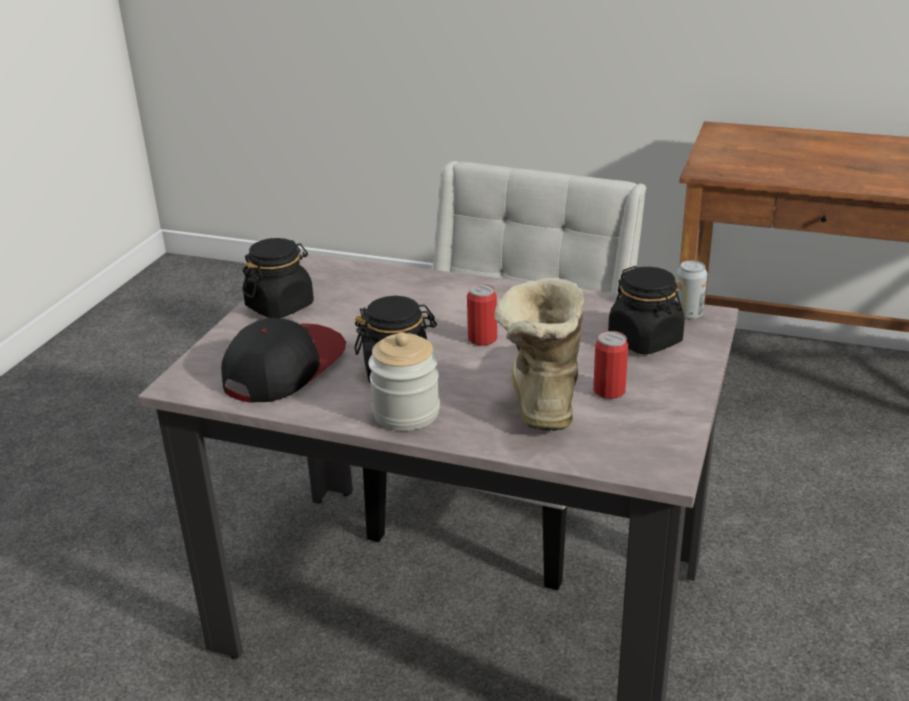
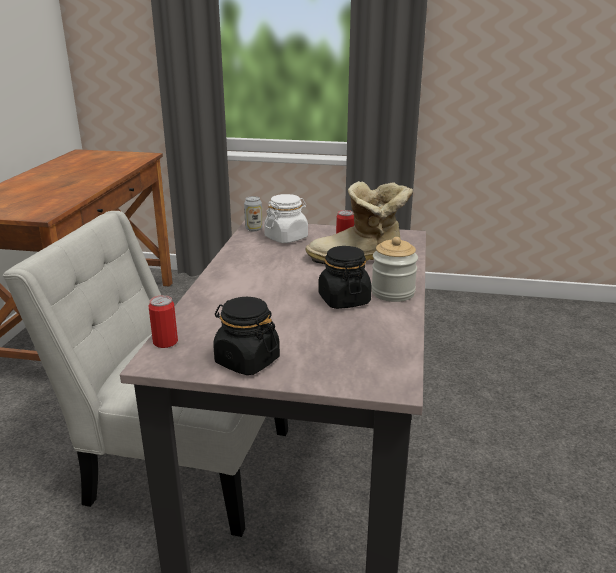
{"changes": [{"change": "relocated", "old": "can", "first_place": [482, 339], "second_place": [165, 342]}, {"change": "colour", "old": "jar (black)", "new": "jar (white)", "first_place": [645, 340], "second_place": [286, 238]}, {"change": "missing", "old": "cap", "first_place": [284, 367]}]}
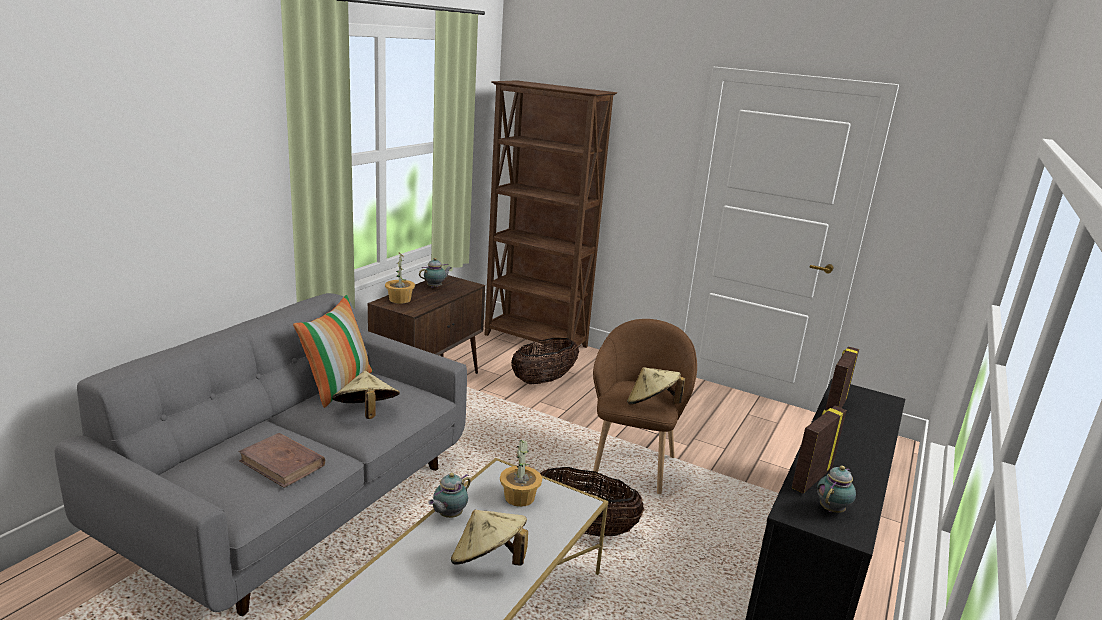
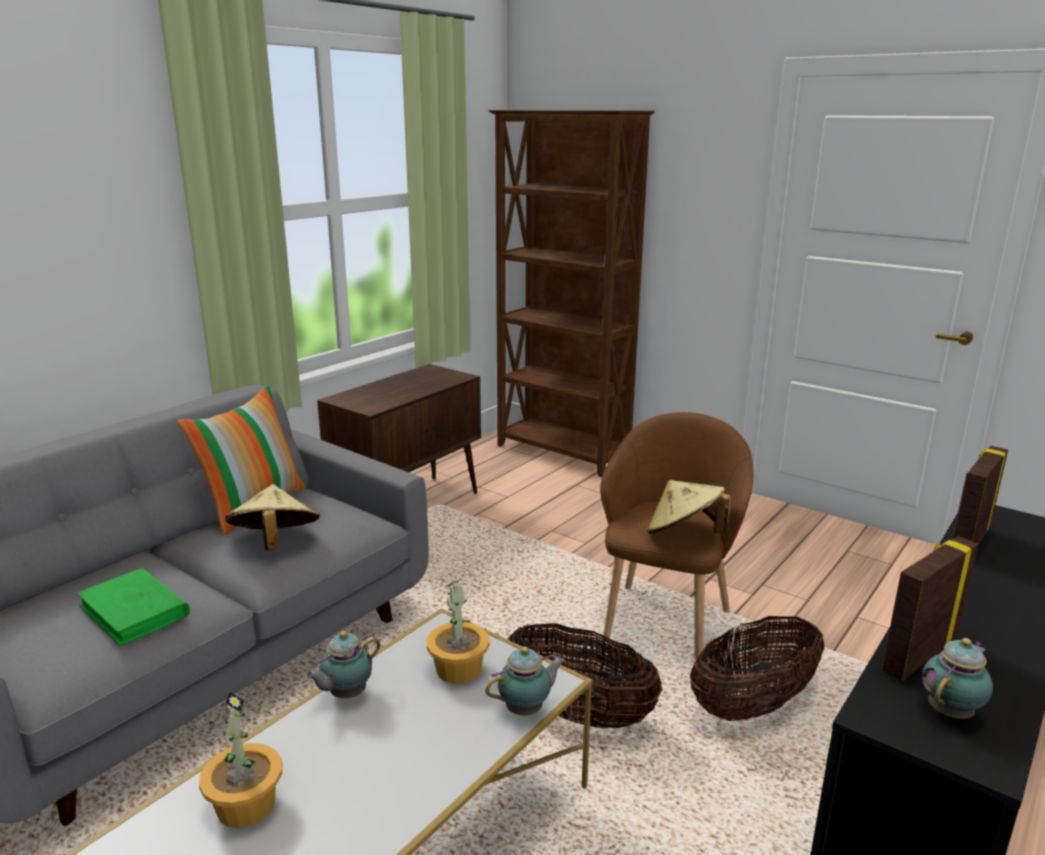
{"changes": [{"change": "colour", "old": "book (brown)", "new": "book (green)", "first_place": [282, 463], "second_place": [134, 611]}, {"change": "relocated", "old": "potted plant", "first_place": [399, 299], "second_place": [245, 805]}, {"change": "relocated", "old": "teapot", "first_place": [435, 287], "second_place": [527, 709]}, {"change": "relocated", "old": "basket", "first_place": [543, 380], "second_place": [752, 705]}, {"change": "missing", "old": "hat (beige)", "first_place": [488, 561]}]}
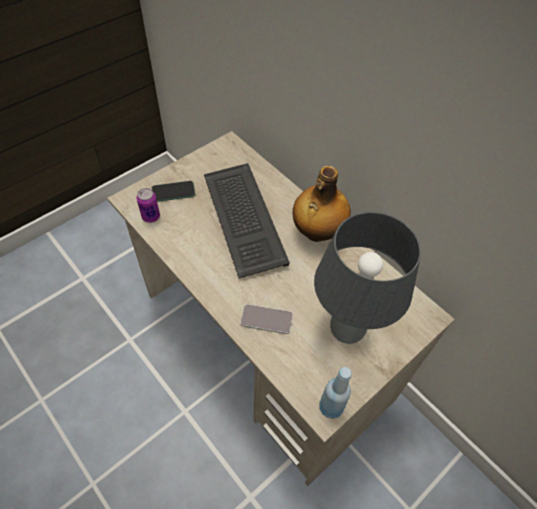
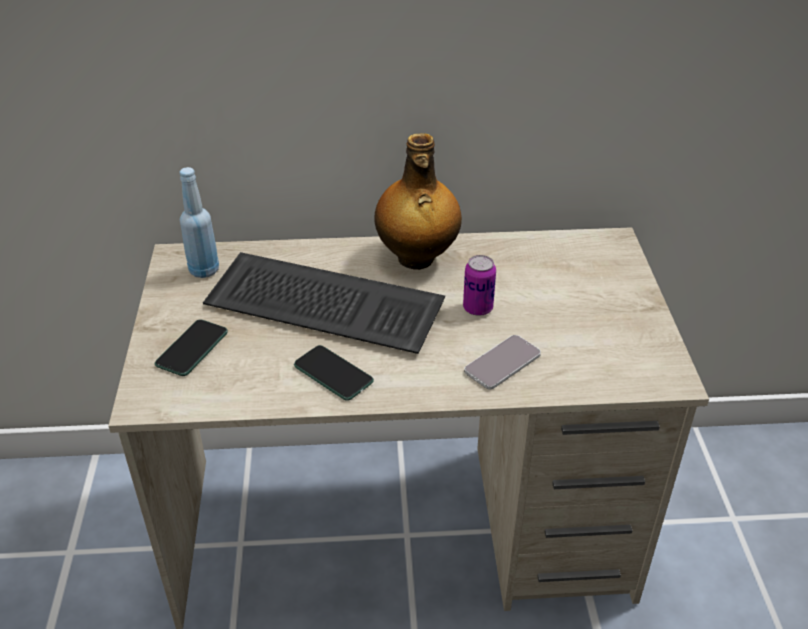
{"changes": [{"change": "relocated", "old": "bottle (blue)", "first_place": [331, 407], "second_place": [204, 270]}, {"change": "appeared", "new": "phone", "second_place": [333, 374]}, {"change": "relocated", "old": "can", "first_place": [151, 217], "second_place": [478, 308]}, {"change": "missing", "old": "table lamp (grey)", "first_place": [348, 330]}]}
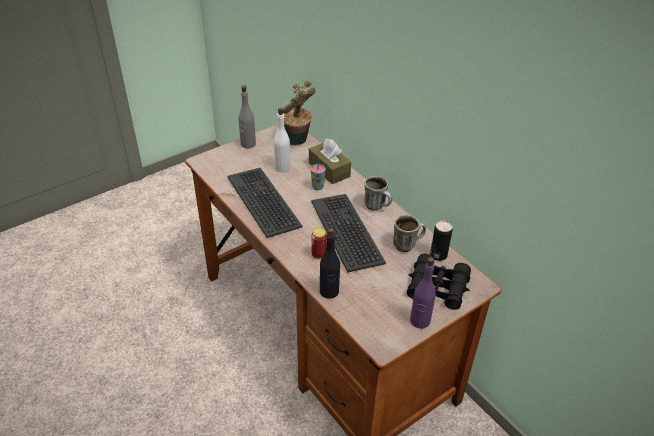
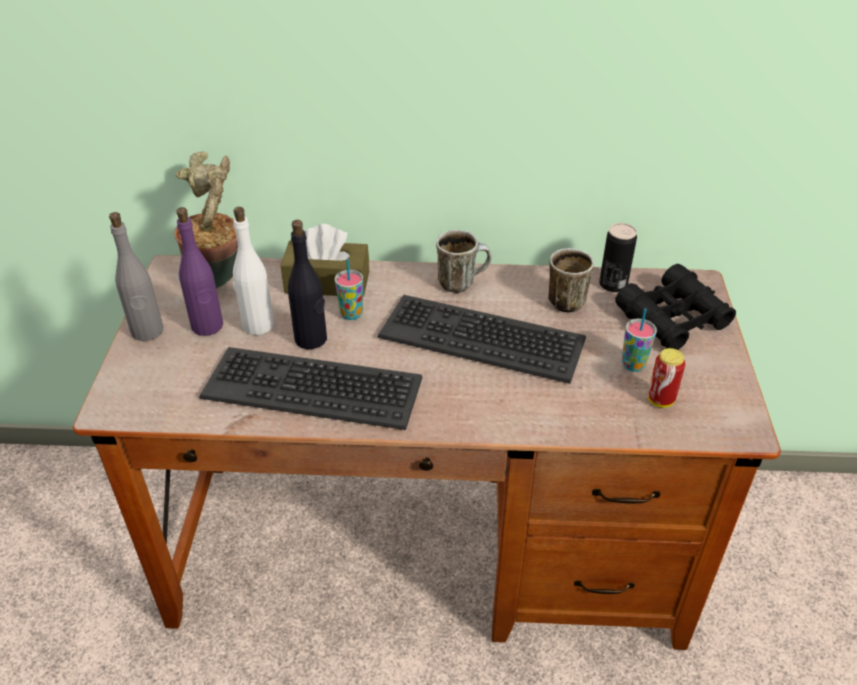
{"changes": [{"change": "relocated", "old": "bottle (purple)", "first_place": [420, 321], "second_place": [207, 326]}, {"change": "relocated", "old": "bottle (black)", "first_place": [329, 291], "second_place": [311, 339]}, {"change": "appeared", "new": "cup", "second_place": [633, 364]}, {"change": "relocated", "old": "can", "first_place": [318, 255], "second_place": [660, 400]}]}
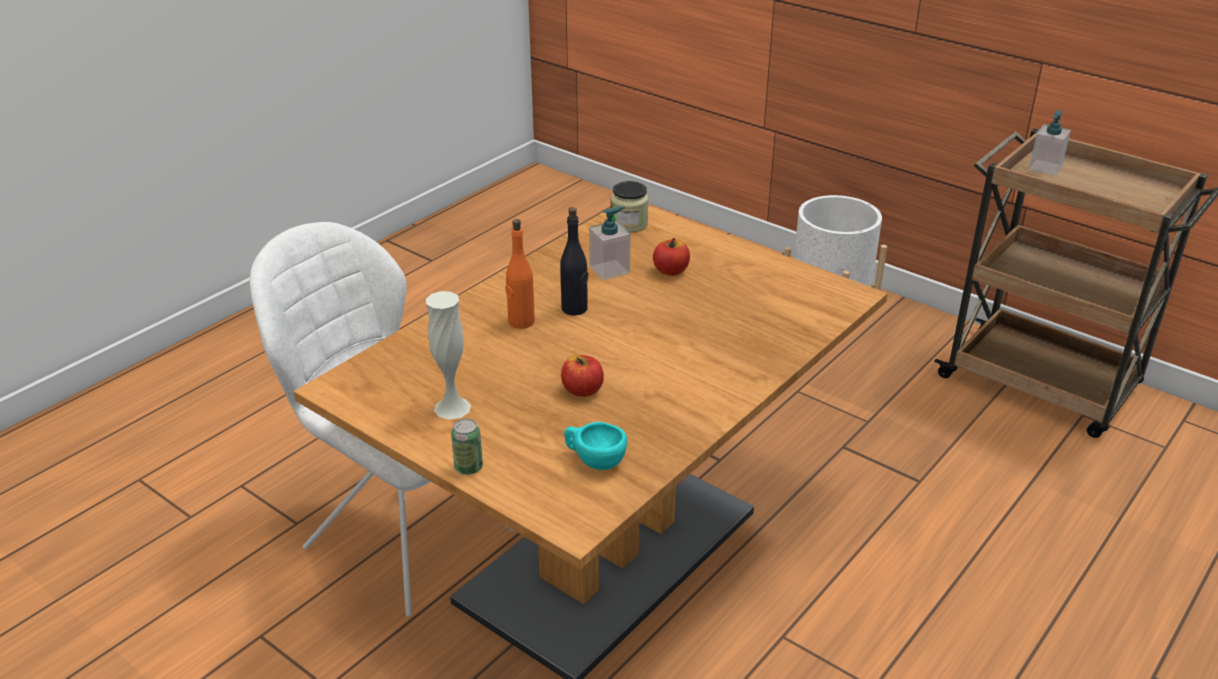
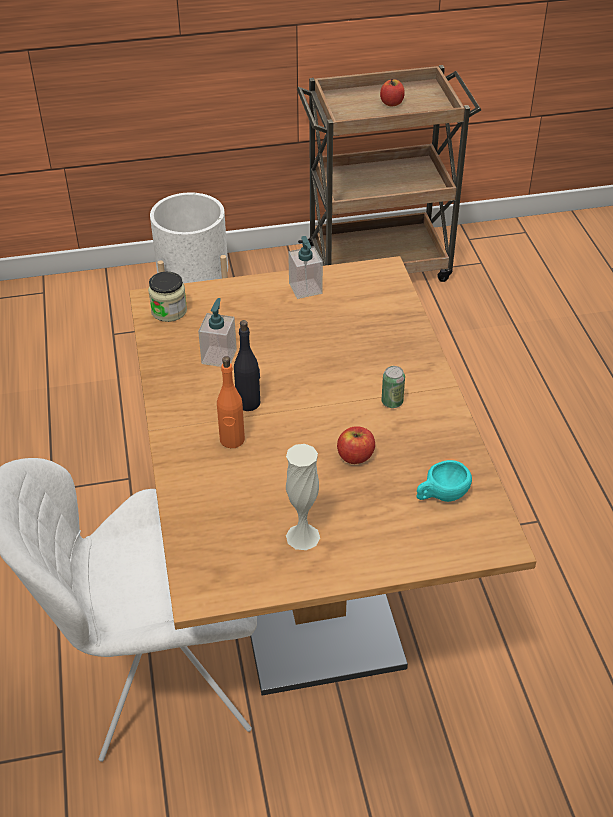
{"changes": [{"change": "relocated", "old": "soap dispenser", "first_place": [1045, 167], "second_place": [305, 288]}, {"change": "relocated", "old": "apple", "first_place": [671, 271], "second_place": [391, 103]}, {"change": "relocated", "old": "can", "first_place": [468, 467], "second_place": [392, 402]}]}
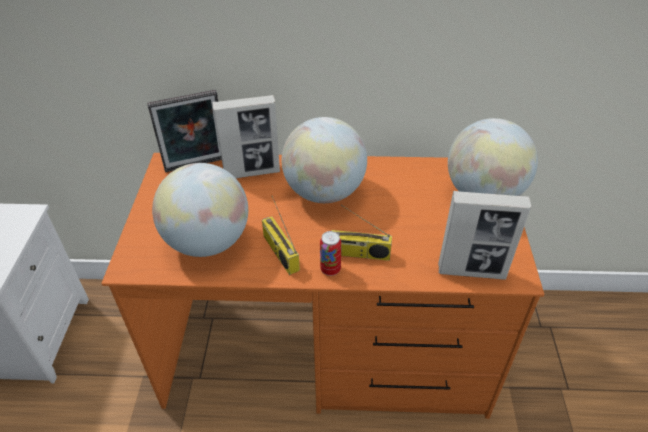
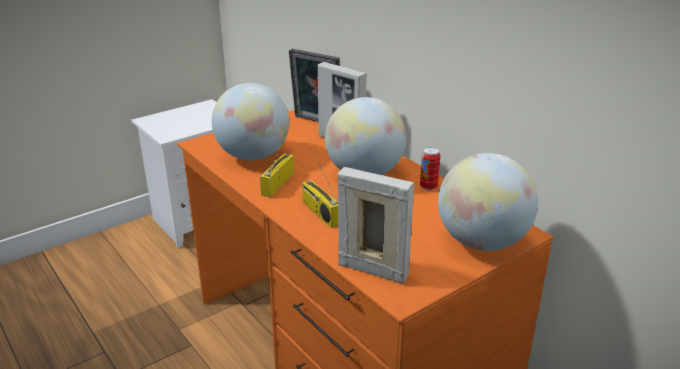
{"changes": [{"change": "spun", "old": "picture frame", "first_place": [472, 271], "second_place": [372, 270], "degrees": 150}, {"change": "relocated", "old": "can", "first_place": [330, 269], "second_place": [428, 187]}]}
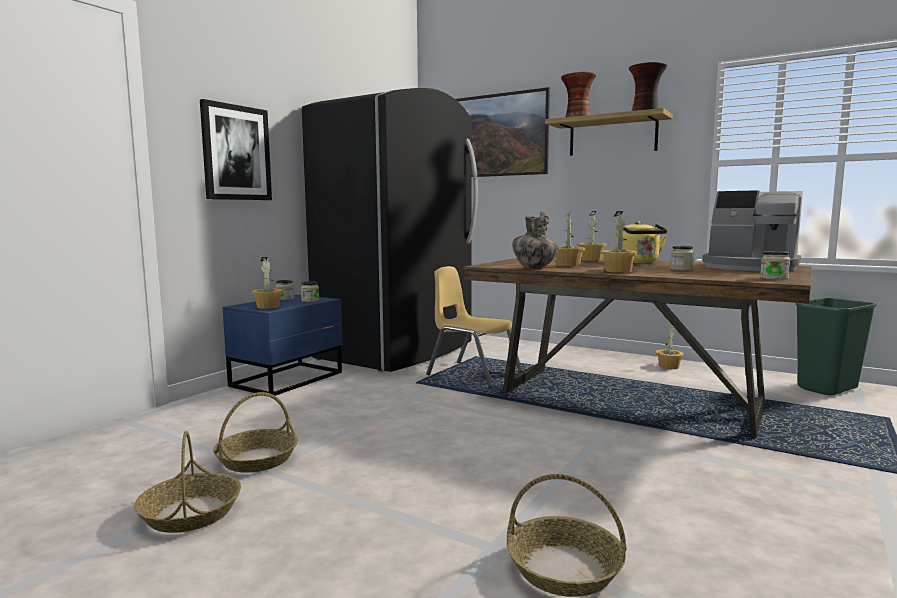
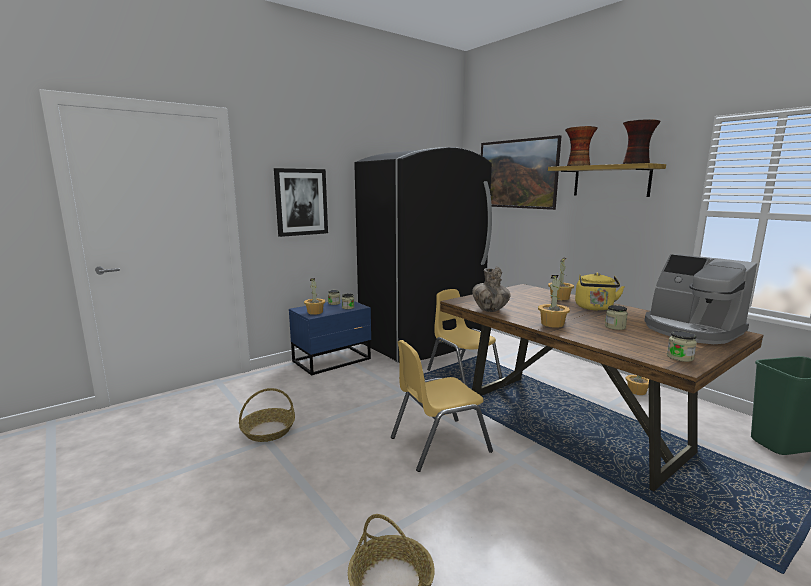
{"changes": [{"change": "appeared", "new": "chair (yellow)", "second_place": [439, 444]}, {"change": "missing", "old": "basket", "first_place": [190, 513]}, {"change": "missing", "old": "potted plant", "first_place": [568, 265]}]}
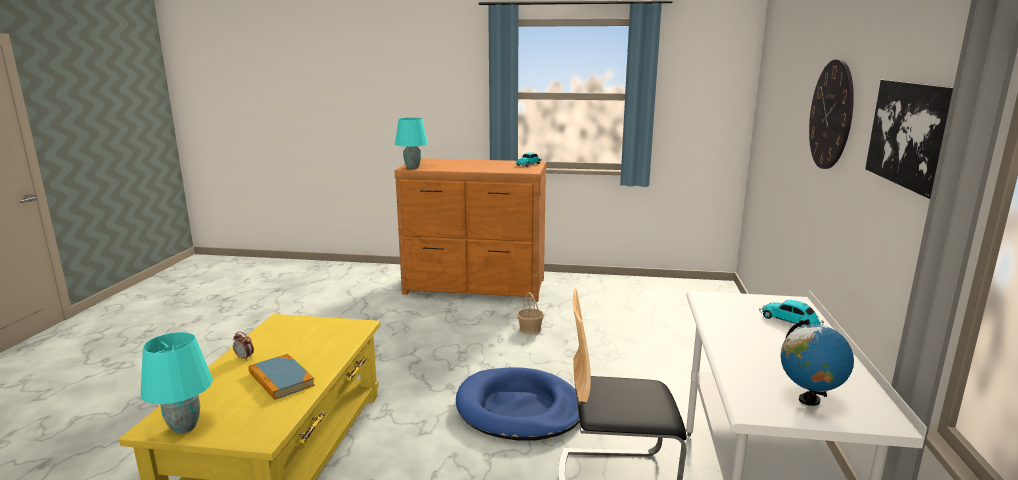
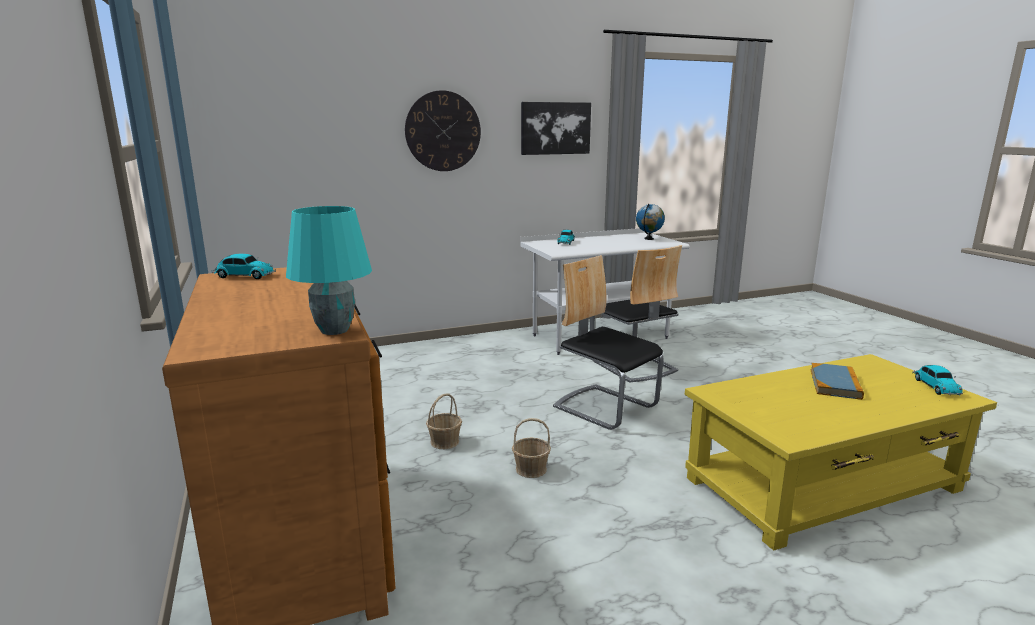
{"changes": [{"change": "appeared", "new": "basket", "second_place": [530, 469]}, {"change": "exchanged", "old": "dog bed (blue)", "new": "chair", "first_place": [519, 409], "second_place": [605, 407]}, {"change": "exchanged", "old": "table lamp (turquoise)", "new": "toy car", "first_place": [185, 428], "second_place": [935, 386]}, {"change": "missing", "old": "alarm clock", "first_place": [244, 358]}]}
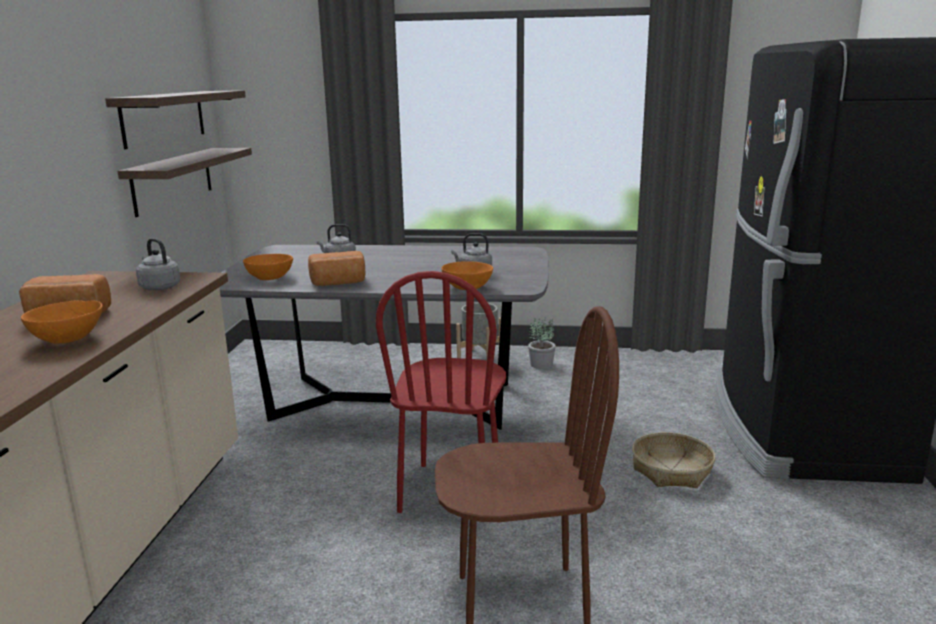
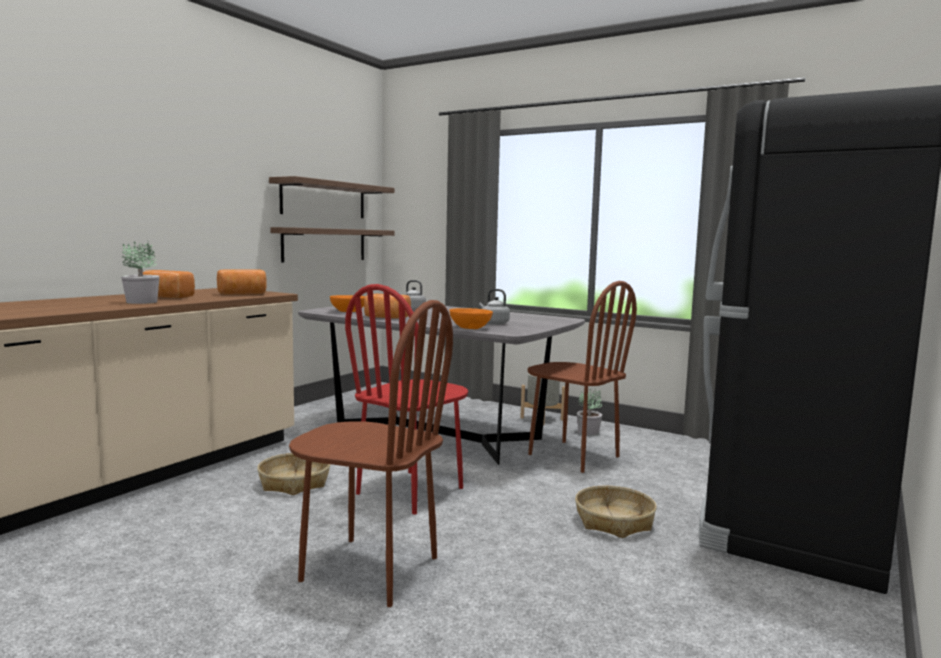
{"changes": [{"change": "exchanged", "old": "bowl (orange)", "new": "potted plant", "first_place": [67, 338], "second_place": [141, 302]}, {"change": "exchanged", "old": "kettle (grey)", "new": "bread", "first_place": [159, 287], "second_place": [242, 294]}, {"change": "appeared", "new": "basket", "second_place": [294, 482]}, {"change": "appeared", "new": "chair (brown)", "second_place": [573, 456]}]}
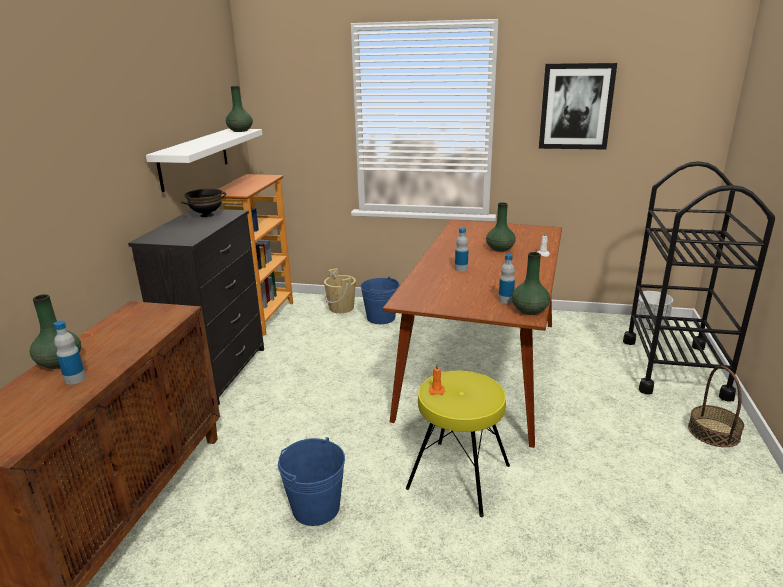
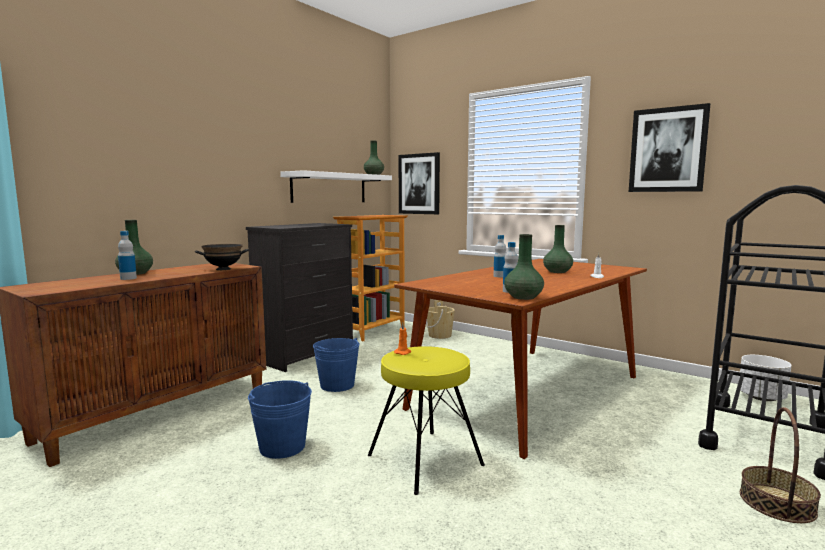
{"changes": [{"change": "relocated", "old": "bowl (black)", "first_place": [207, 215], "second_place": [223, 269]}, {"change": "relocated", "old": "bucket (blue)", "first_place": [381, 318], "second_place": [337, 385]}, {"change": "appeared", "new": "picture", "second_place": [419, 184]}]}
